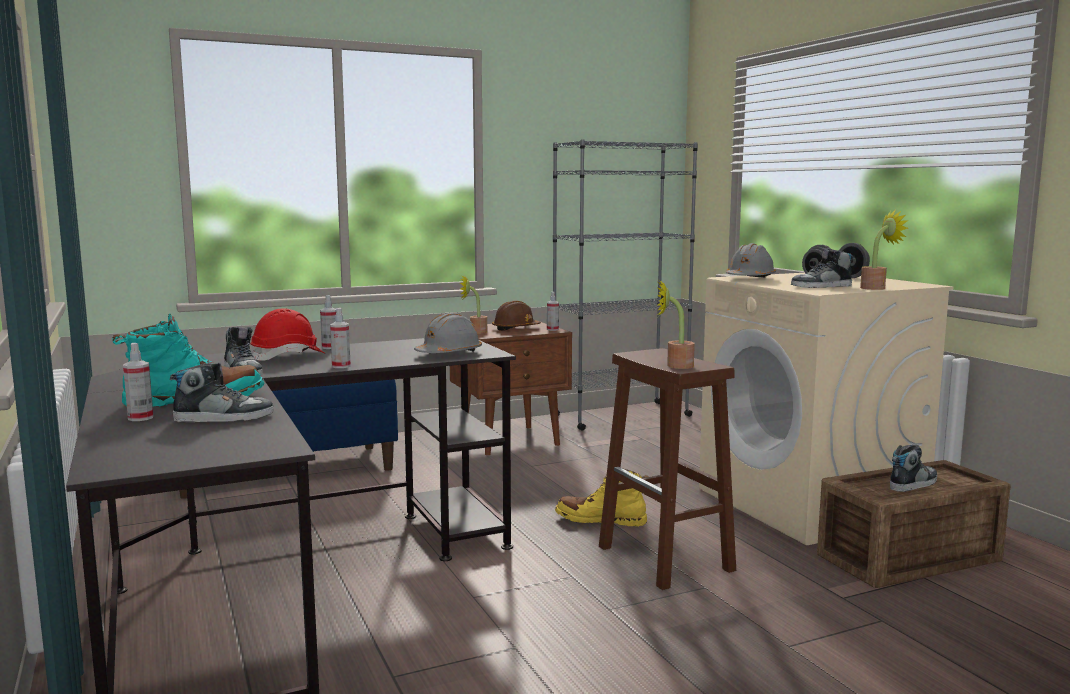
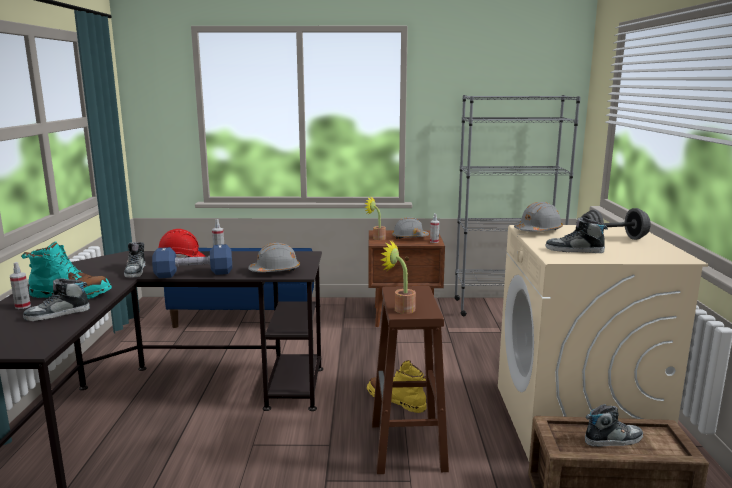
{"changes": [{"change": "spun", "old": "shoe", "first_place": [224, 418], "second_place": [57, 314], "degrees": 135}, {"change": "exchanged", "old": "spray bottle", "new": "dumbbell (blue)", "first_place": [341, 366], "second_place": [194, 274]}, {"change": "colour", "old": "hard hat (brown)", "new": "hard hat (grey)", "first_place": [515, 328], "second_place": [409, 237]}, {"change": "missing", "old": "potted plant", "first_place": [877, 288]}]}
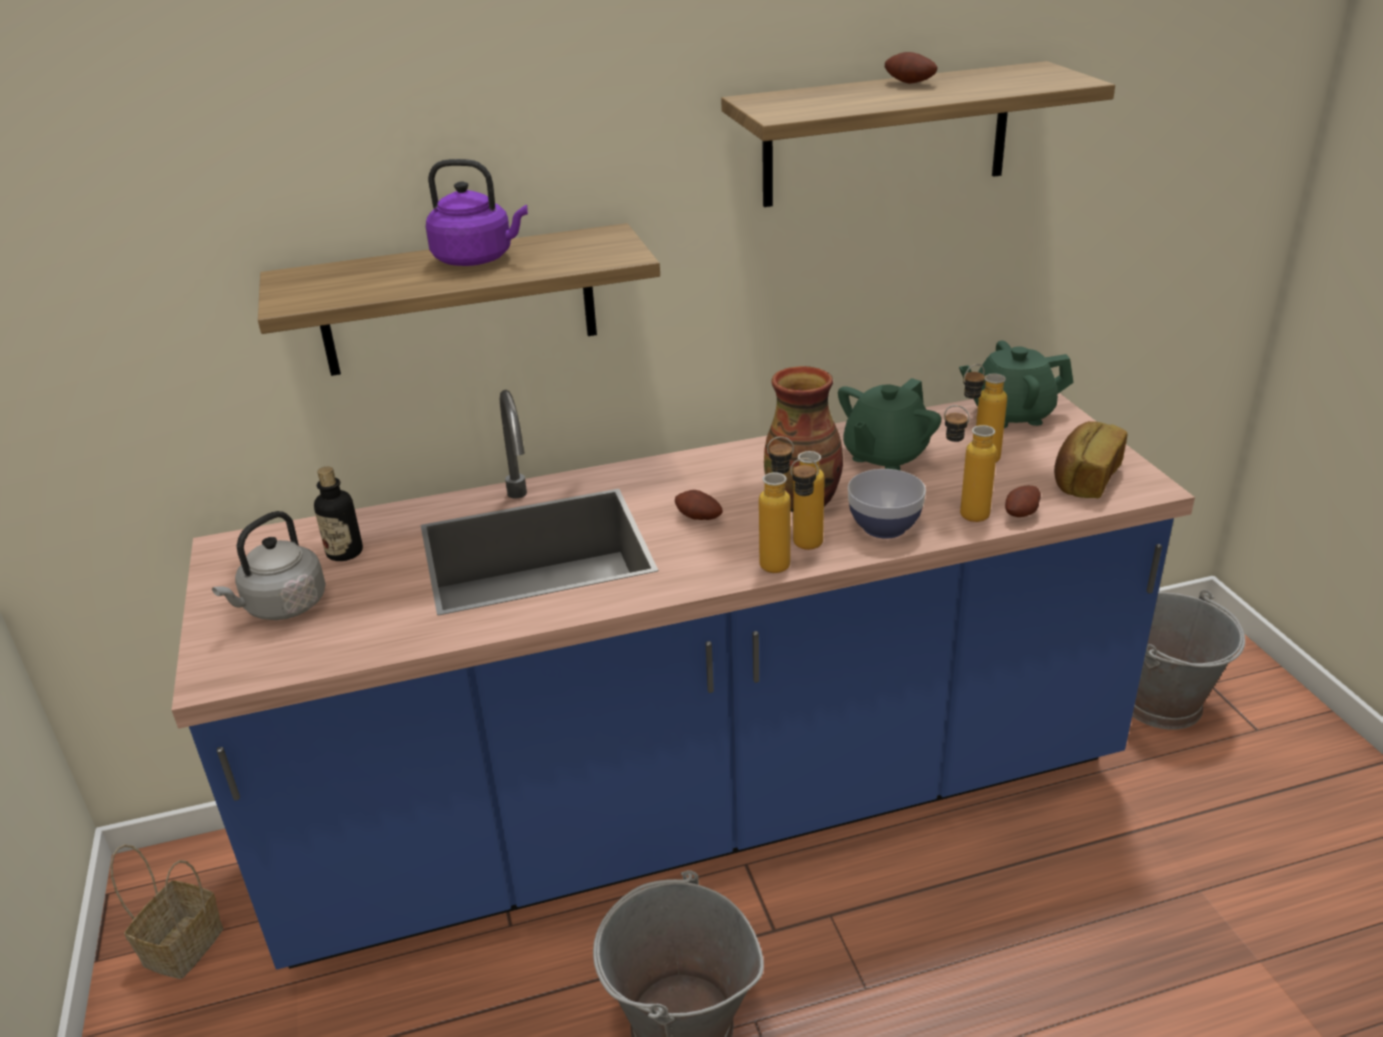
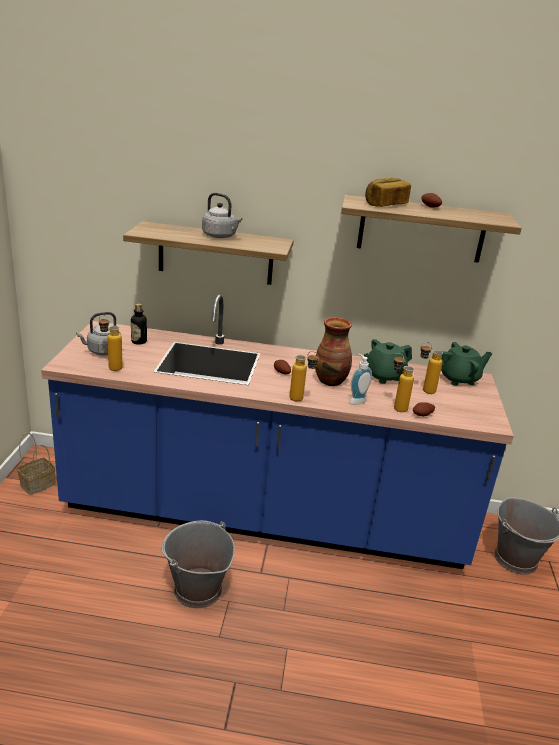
{"changes": [{"change": "relocated", "old": "bottle", "first_place": [795, 543], "second_place": [111, 367]}, {"change": "colour", "old": "kettle (purple)", "new": "kettle (grey)", "first_place": [477, 259], "second_place": [220, 236]}, {"change": "exchanged", "old": "bowl", "new": "soap dispenser", "first_place": [884, 527], "second_place": [356, 400]}, {"change": "relocated", "old": "bread", "first_place": [1084, 479], "second_place": [385, 204]}, {"change": "spun", "old": "teapot (green)", "first_place": [1010, 415], "second_place": [459, 379], "degrees": 150}]}
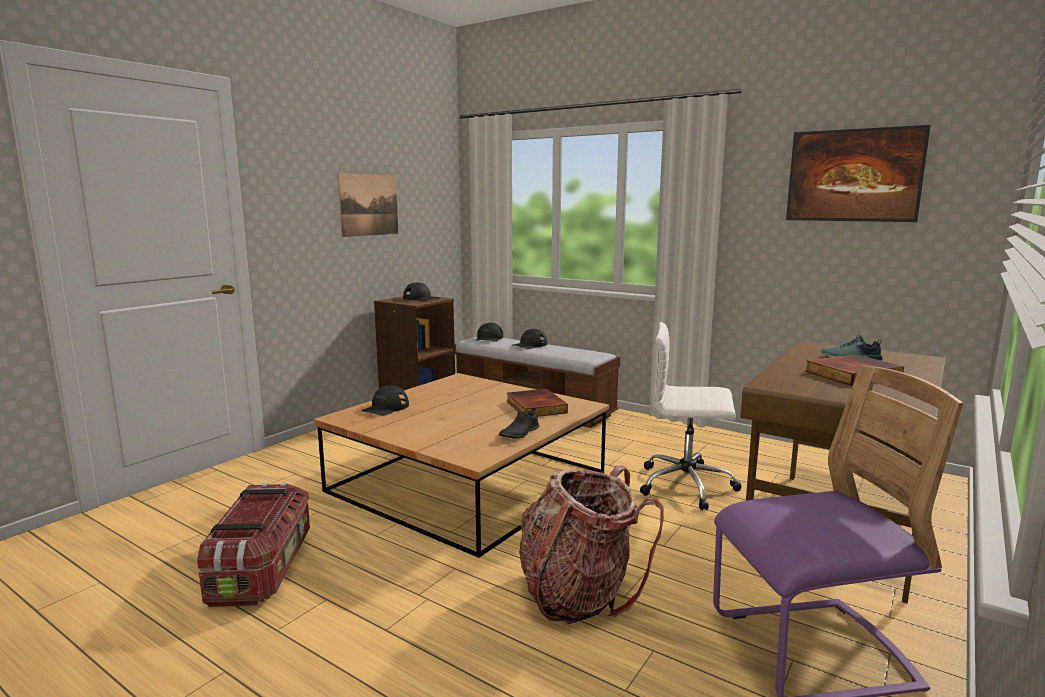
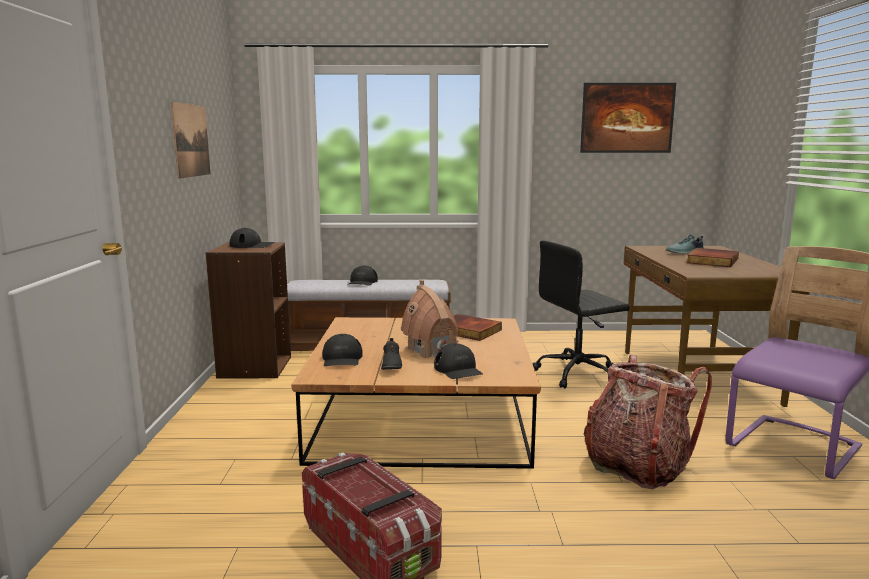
{"changes": [{"change": "relocated", "old": "shoe (black)", "first_place": [519, 433], "second_place": [391, 364]}, {"change": "appeared", "new": "toy house", "second_place": [431, 350]}, {"change": "relocated", "old": "cap (black)", "first_place": [489, 338], "second_place": [458, 369]}, {"change": "colour", "old": "office chair (white)", "new": "office chair (black)", "first_place": [688, 485], "second_place": [578, 374]}]}
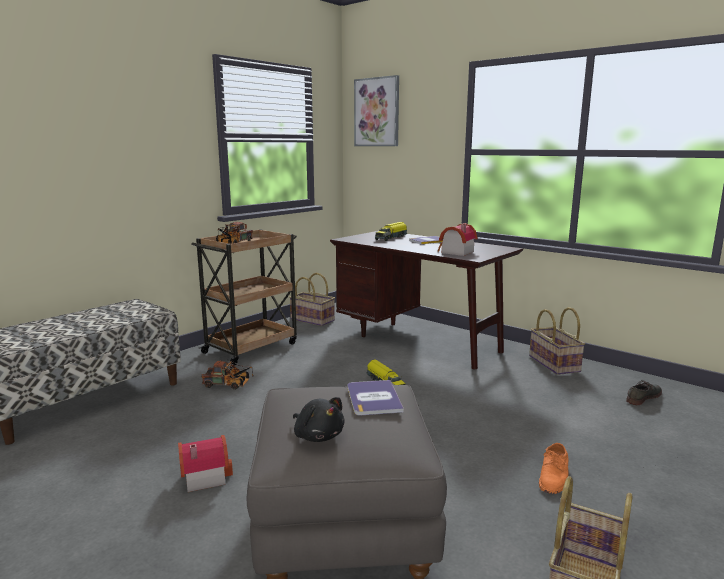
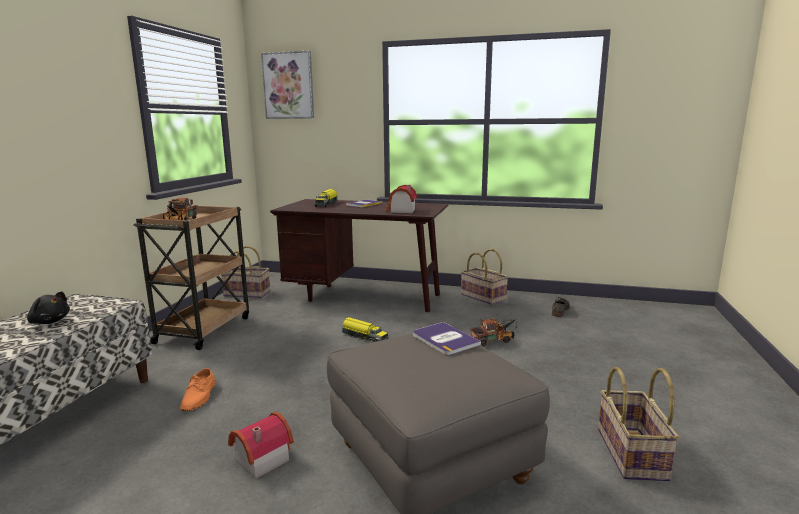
{"changes": [{"change": "relocated", "old": "plush toy (black)", "first_place": [318, 435], "second_place": [49, 321]}, {"change": "relocated", "old": "shoe (orange)", "first_place": [554, 476], "second_place": [199, 396]}, {"change": "relocated", "old": "toy truck", "first_place": [229, 385], "second_place": [494, 340]}]}
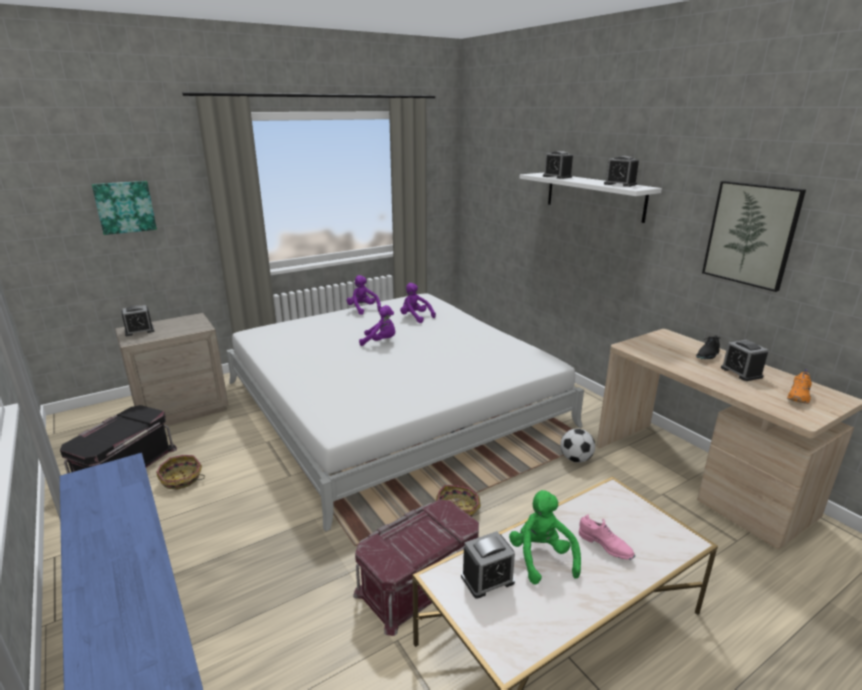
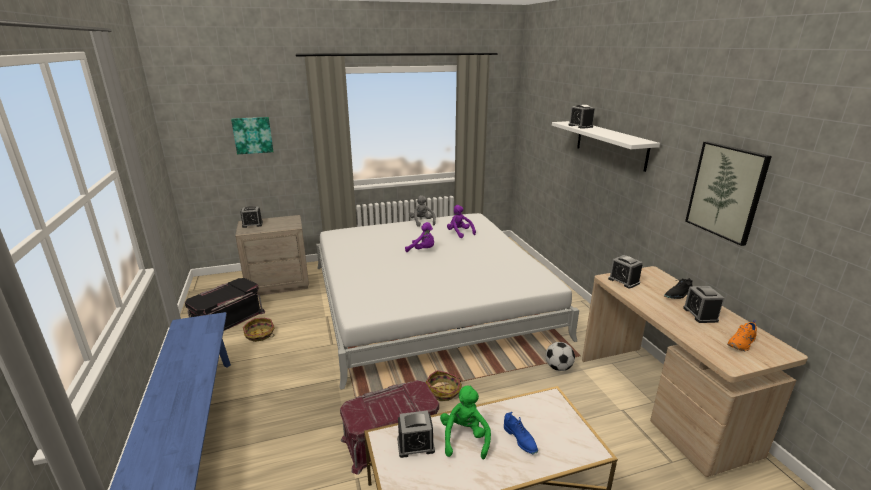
{"changes": [{"change": "colour", "old": "plush toy (purple)", "new": "plush toy (grey)", "first_place": [363, 309], "second_place": [422, 222]}, {"change": "colour", "old": "shoe (pink)", "new": "shoe (blue)", "first_place": [605, 546], "second_place": [520, 439]}, {"change": "relocated", "old": "alarm clock", "first_place": [620, 184], "second_place": [623, 281]}]}
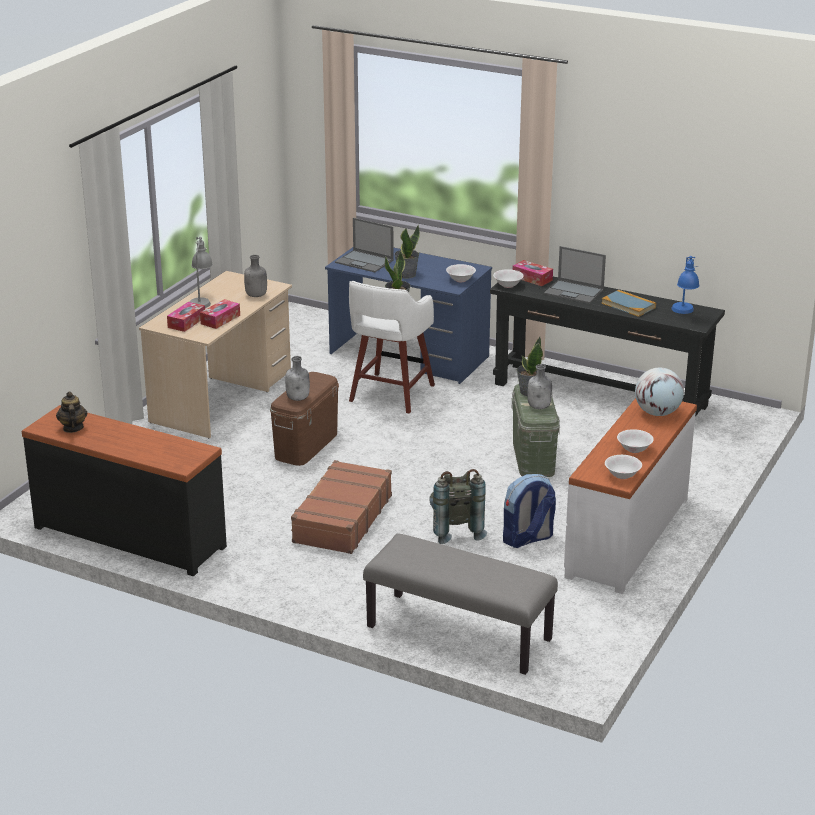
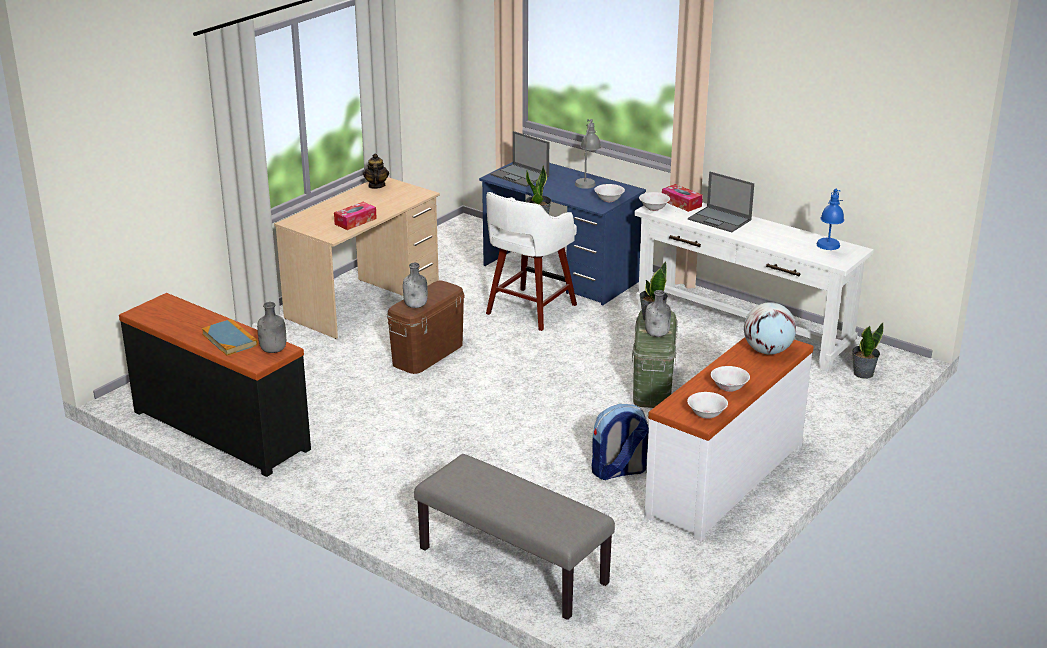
{"changes": [{"change": "relocated", "old": "book", "first_place": [628, 305], "second_place": [230, 340]}, {"change": "relocated", "old": "bottle (grey)", "first_place": [256, 295], "second_place": [273, 350]}, {"change": "relocated", "old": "teapot", "first_place": [73, 428], "second_place": [376, 186]}, {"change": "relocated", "old": "table lamp (grey)", "first_place": [201, 300], "second_place": [587, 181]}, {"change": "colour", "old": "console table (black)", "new": "console table (white)", "first_place": [600, 395], "second_place": [742, 328]}, {"change": "relocated", "old": "potted plant", "first_place": [406, 274], "second_place": [863, 373]}, {"change": "missing", "old": "tissue box", "first_place": [186, 322]}, {"change": "missing", "old": "suitcase (brown)", "first_place": [341, 519]}, {"change": "missing", "old": "backpack (grey)", "first_place": [454, 530]}]}
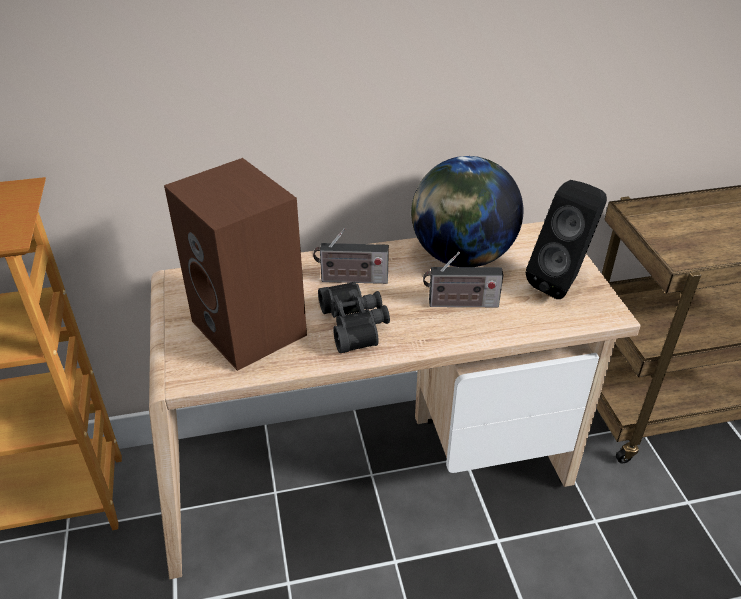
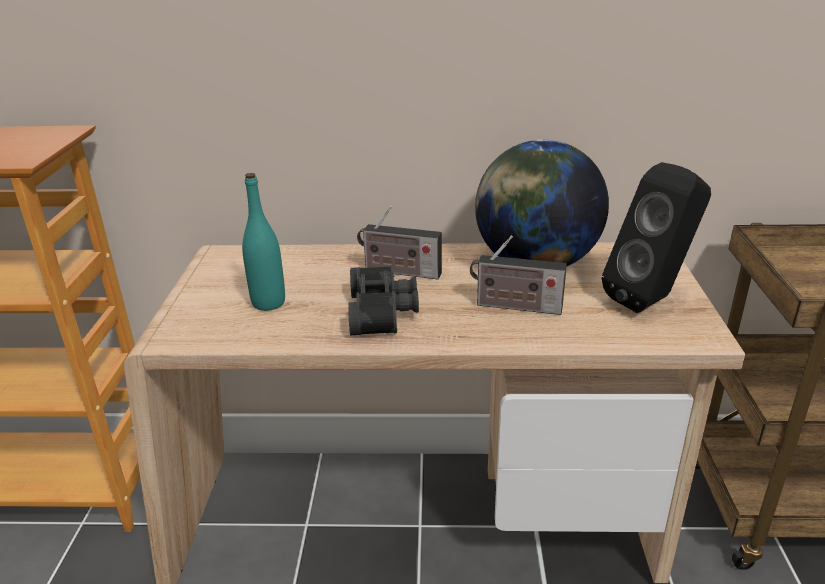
{"changes": [{"change": "exchanged", "old": "speaker (brown)", "new": "bottle (turquoise)", "first_place": [252, 328], "second_place": [268, 303]}]}
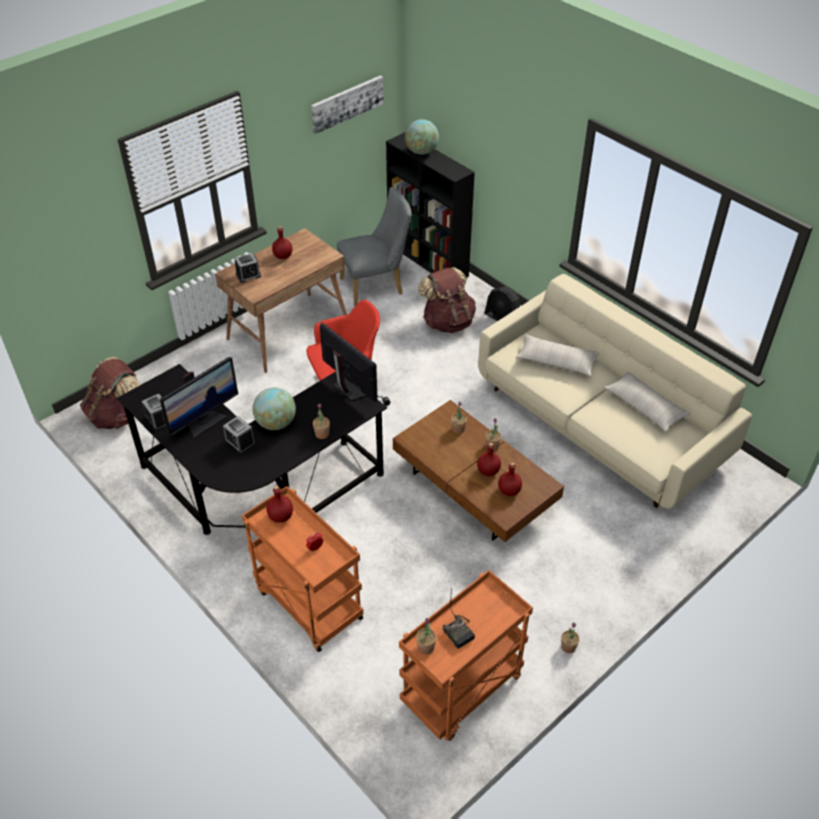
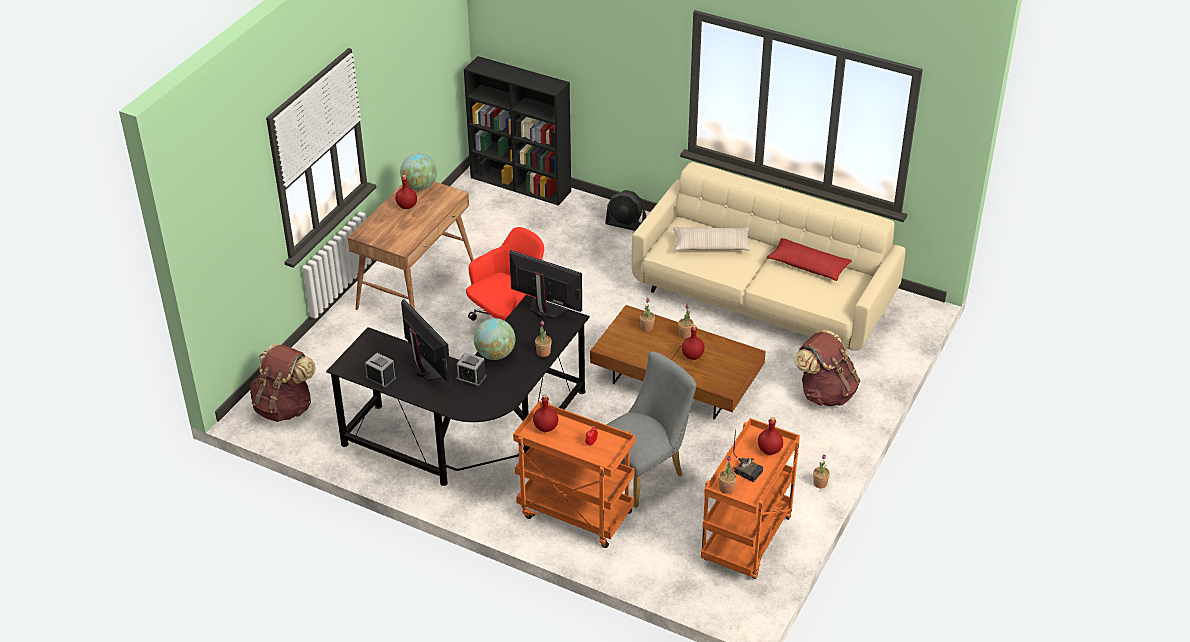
{"changes": [{"change": "relocated", "old": "globe", "first_place": [421, 152], "second_place": [419, 186]}, {"change": "spun", "old": "monitor", "first_place": [204, 422], "second_place": [426, 370], "degrees": -60}, {"change": "relocated", "old": "chair (grey)", "first_place": [376, 286], "second_place": [645, 472]}, {"change": "relocated", "old": "bottle (red)", "first_place": [509, 491], "second_place": [770, 450]}, {"change": "colour", "old": "pillow (beige)", "new": "pillow (red)", "first_place": [645, 407], "second_place": [808, 266]}, {"change": "relocated", "old": "backpack (brown)", "first_place": [447, 322], "second_place": [825, 393]}, {"change": "missing", "old": "alarm clock", "first_place": [248, 275]}, {"change": "missing", "old": "picture", "first_place": [346, 103]}]}
